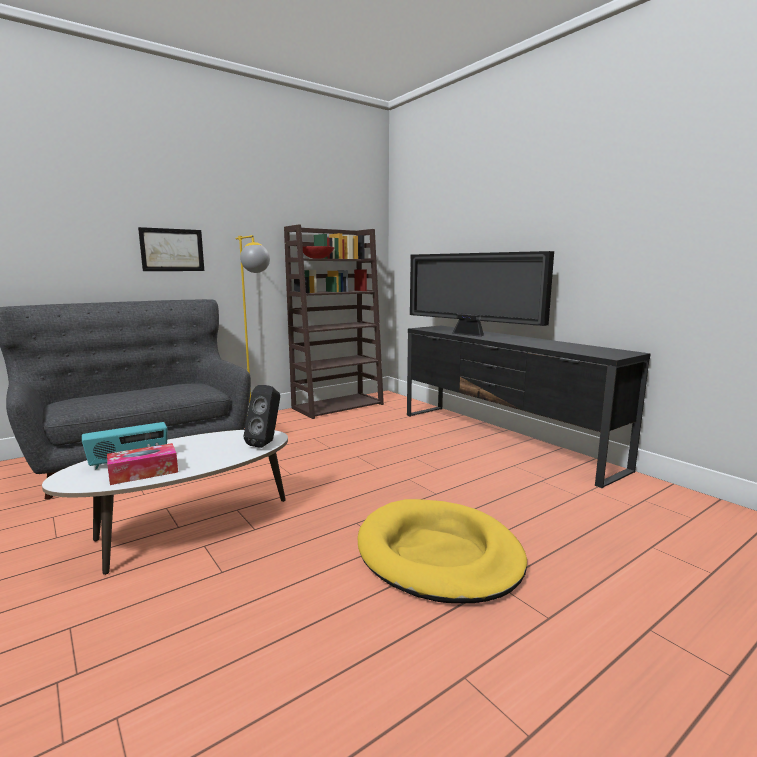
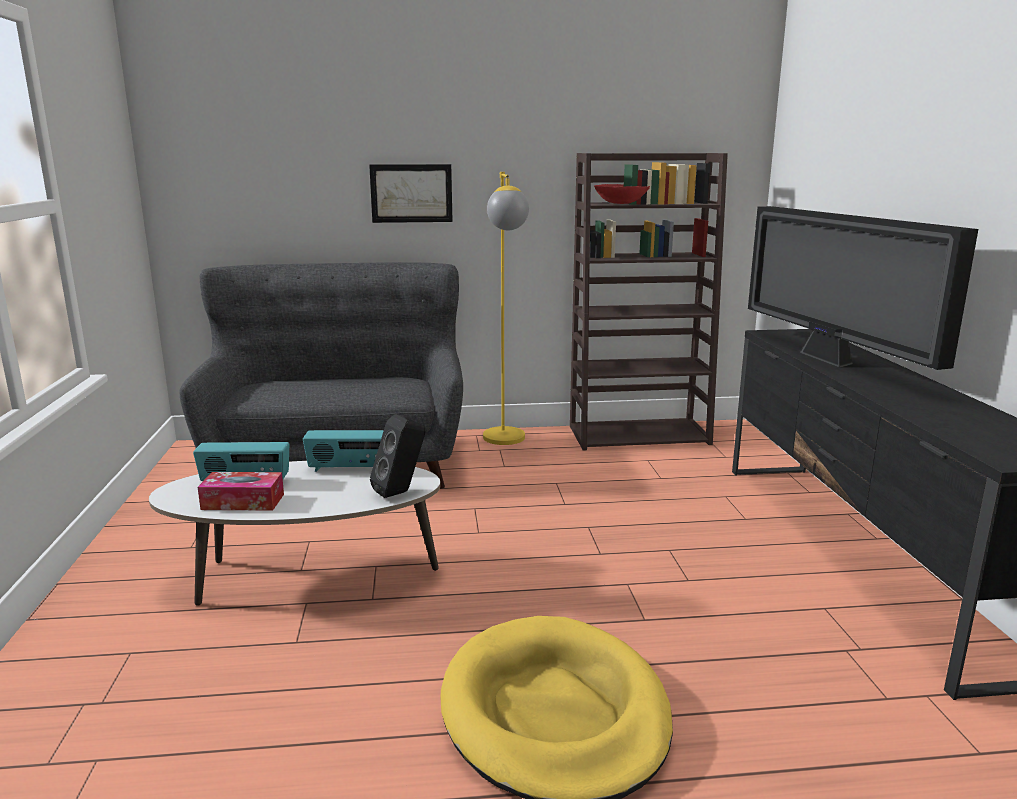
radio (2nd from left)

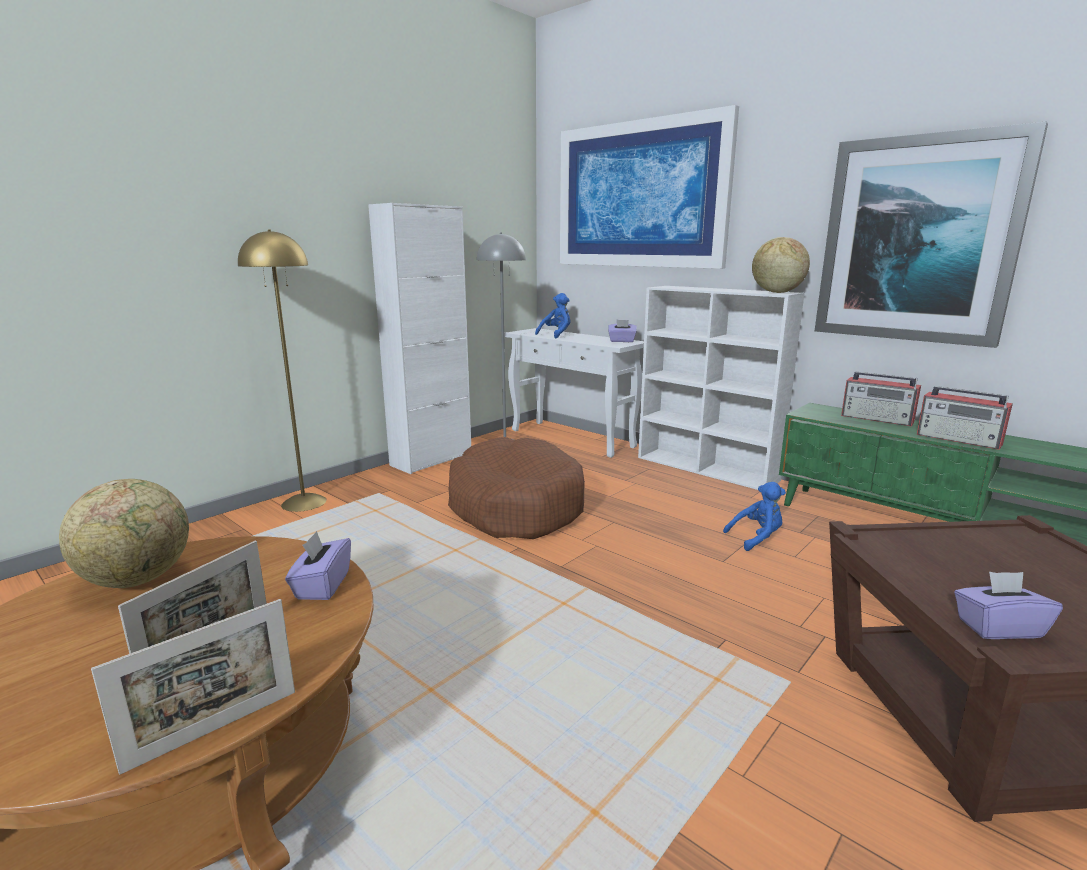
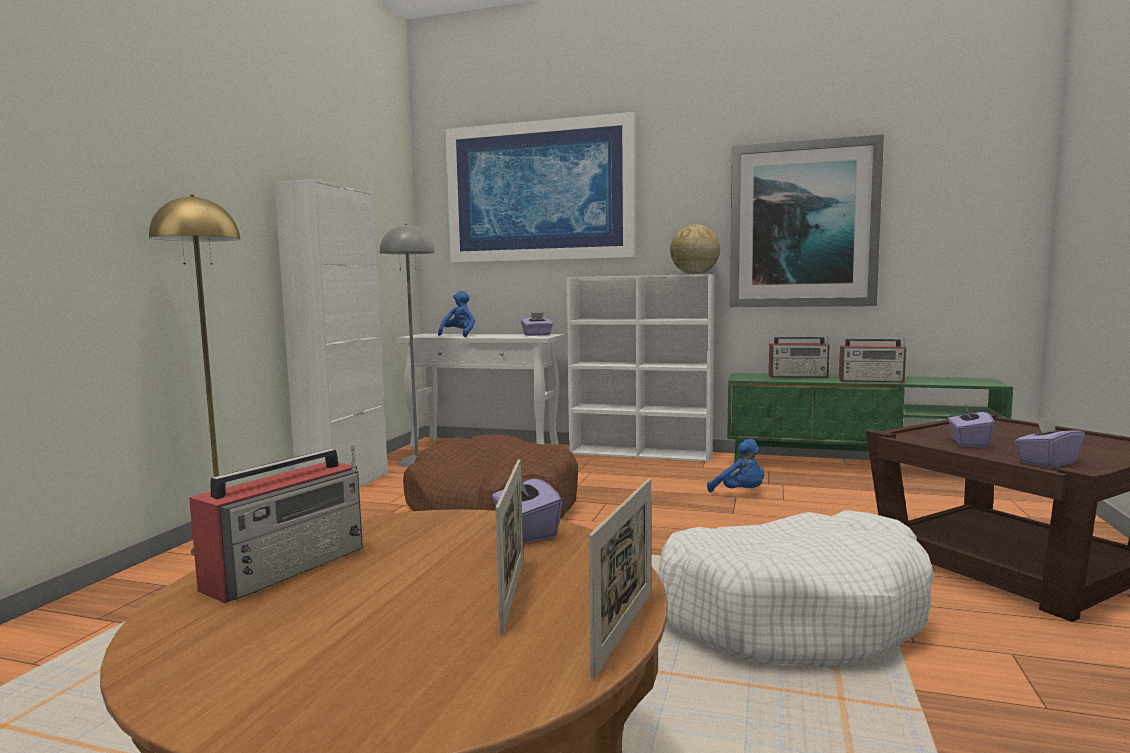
radio (1st from left)
cama para perro [blanco]
peluche [azul] (2nd from left)
caja de pañuelos [morado] (3rd from left)

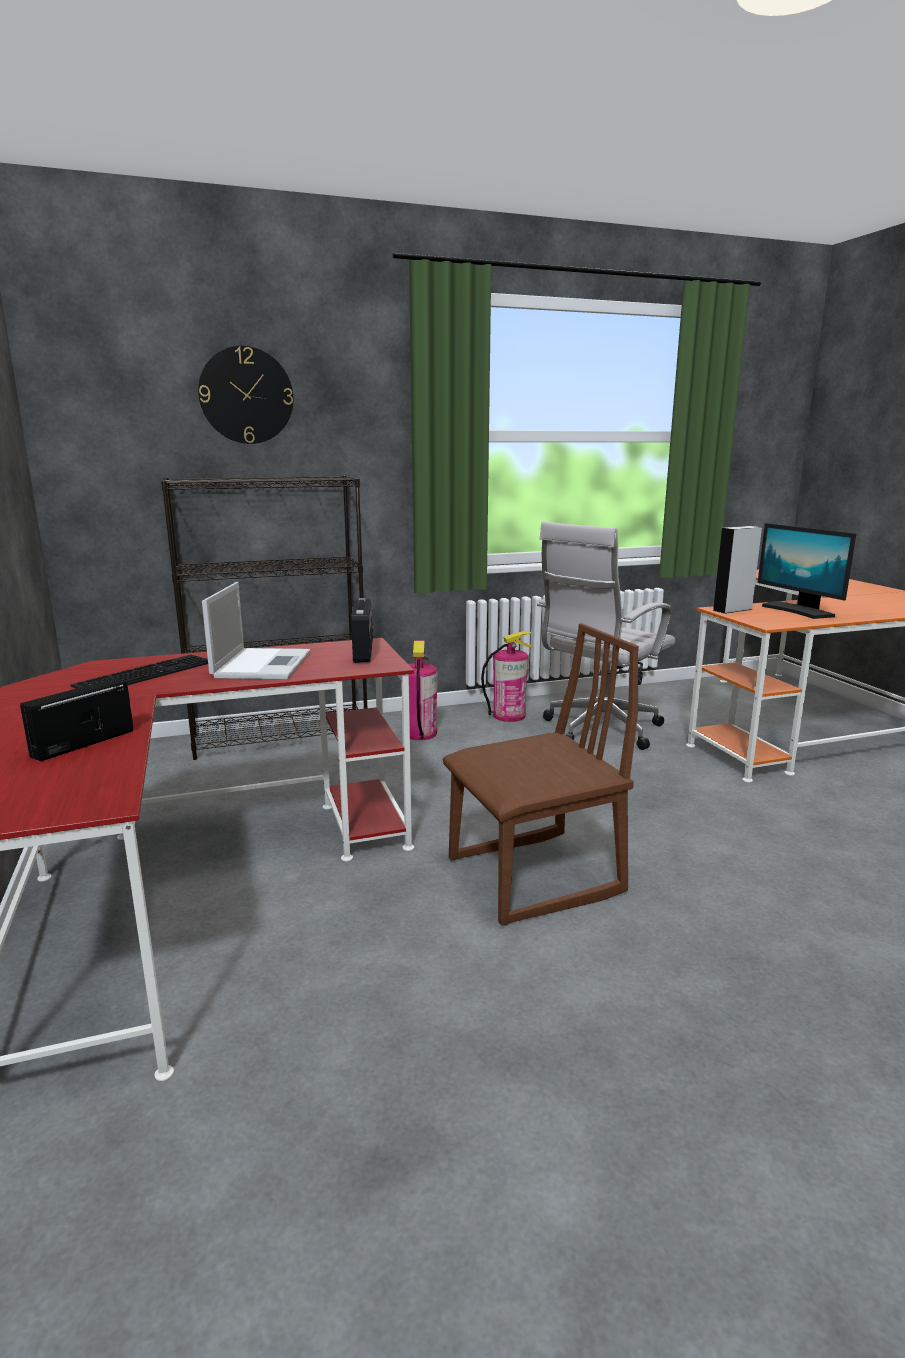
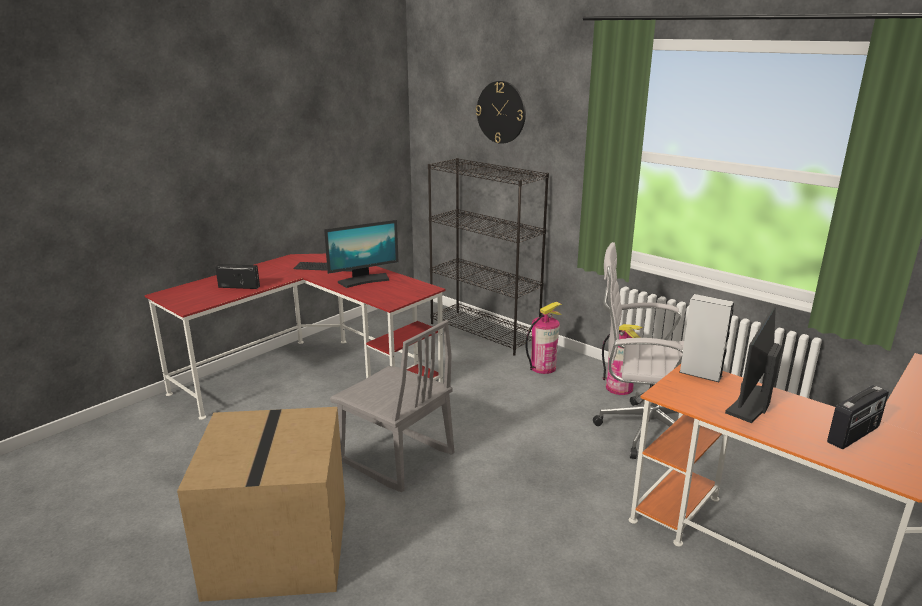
caja de cartón
monitor (1st from left)
silla [gris]
radio (2nd from left)

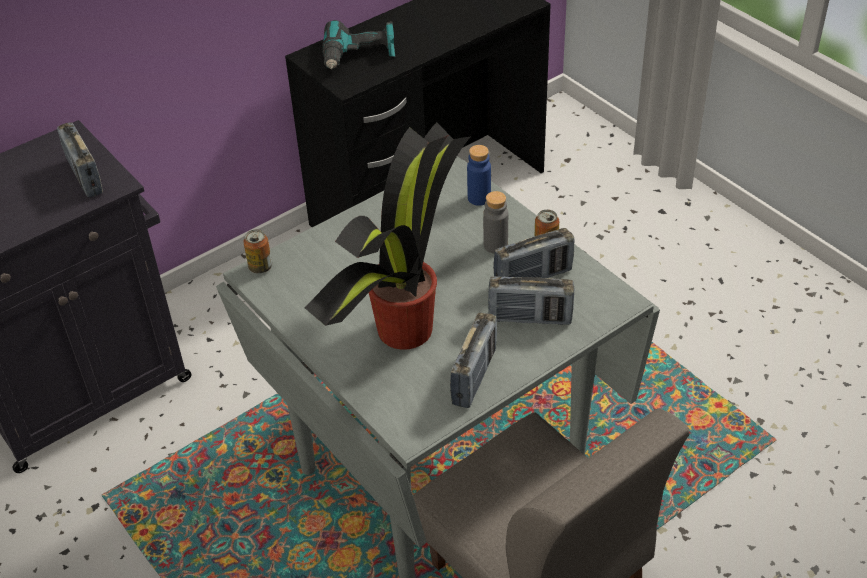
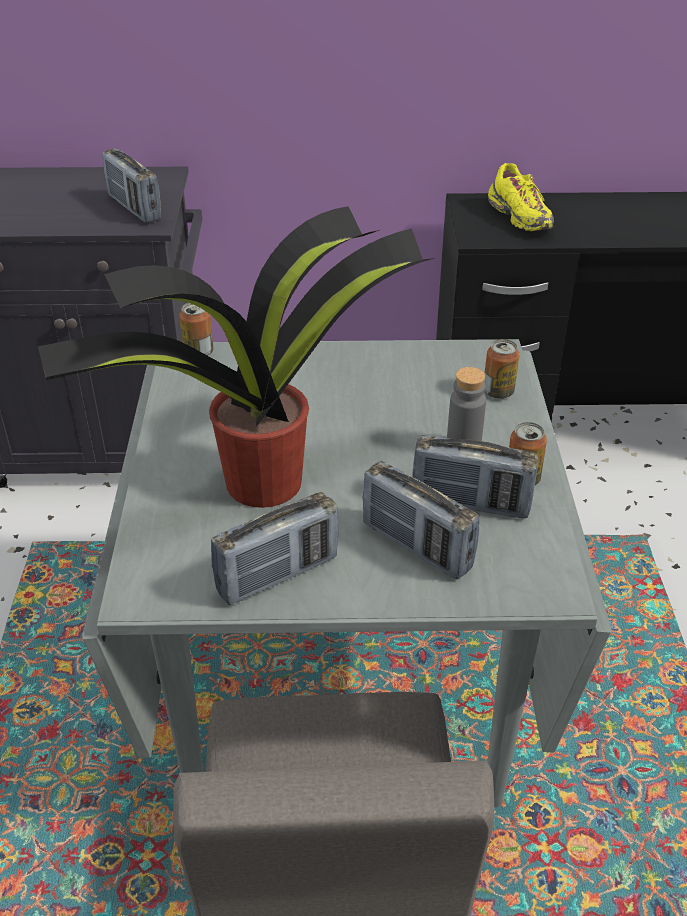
radio (1st from left)
lata (2nd from left)
zapato [amarillo]

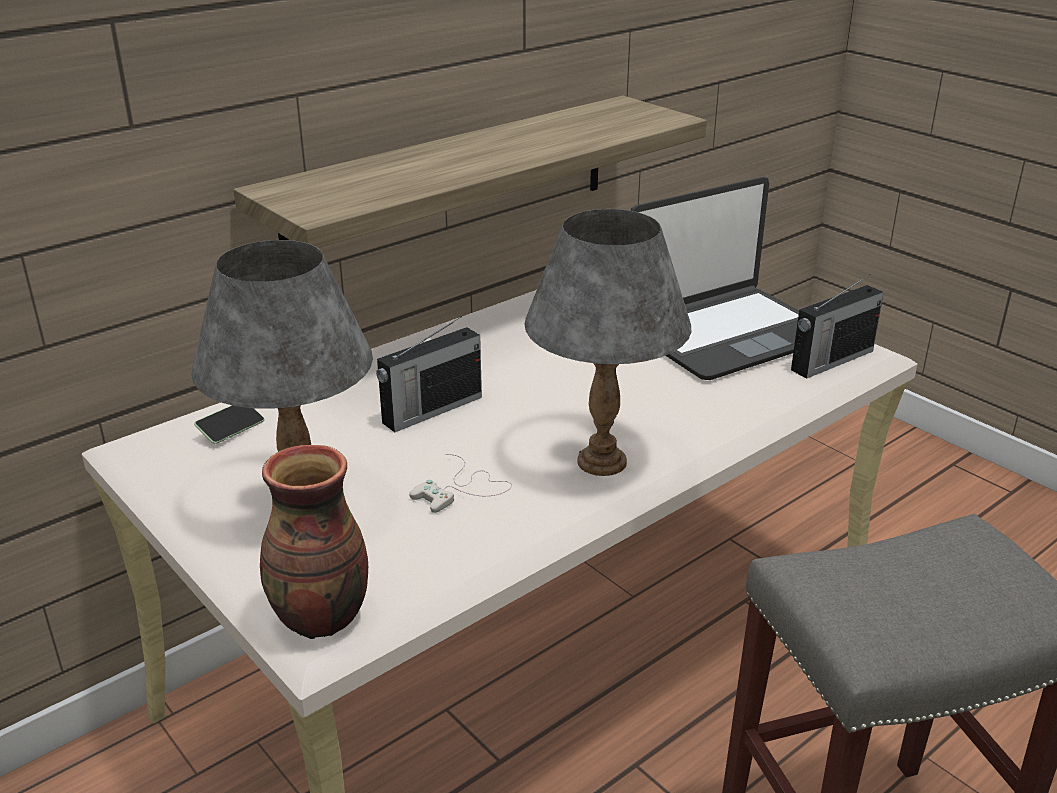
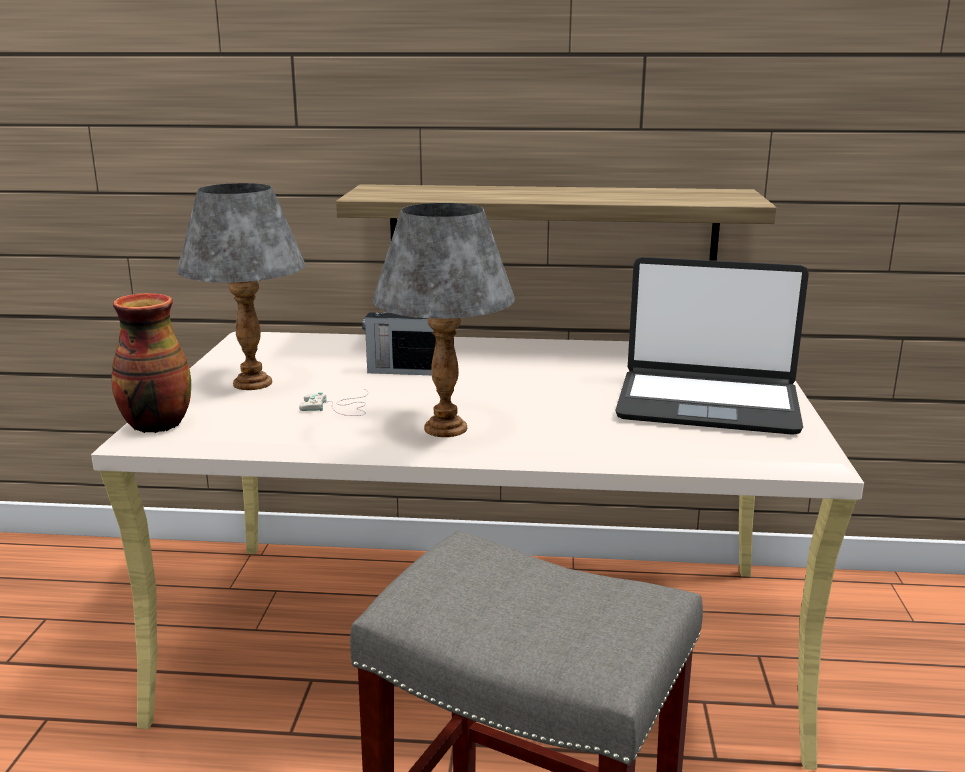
móvil
radio (2nd from left in the first image)

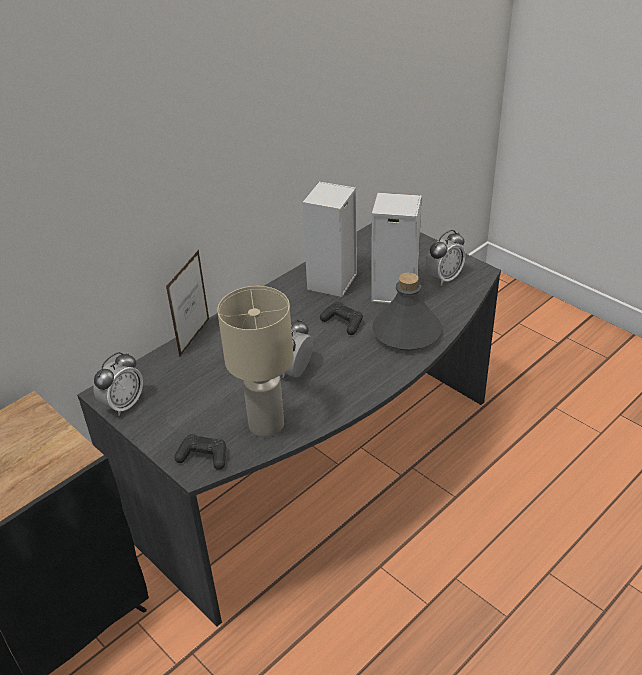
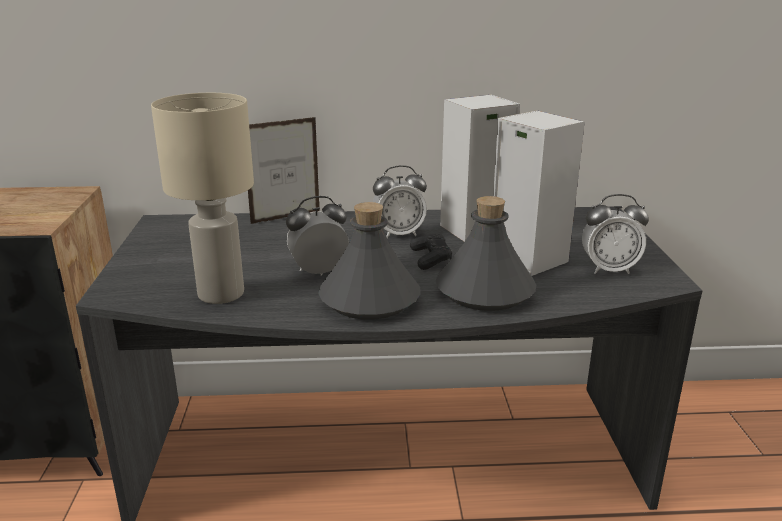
botella [gris] (1st from left)
despertador (2nd from left)
mando de consola [negro] (1st from left in the first image)

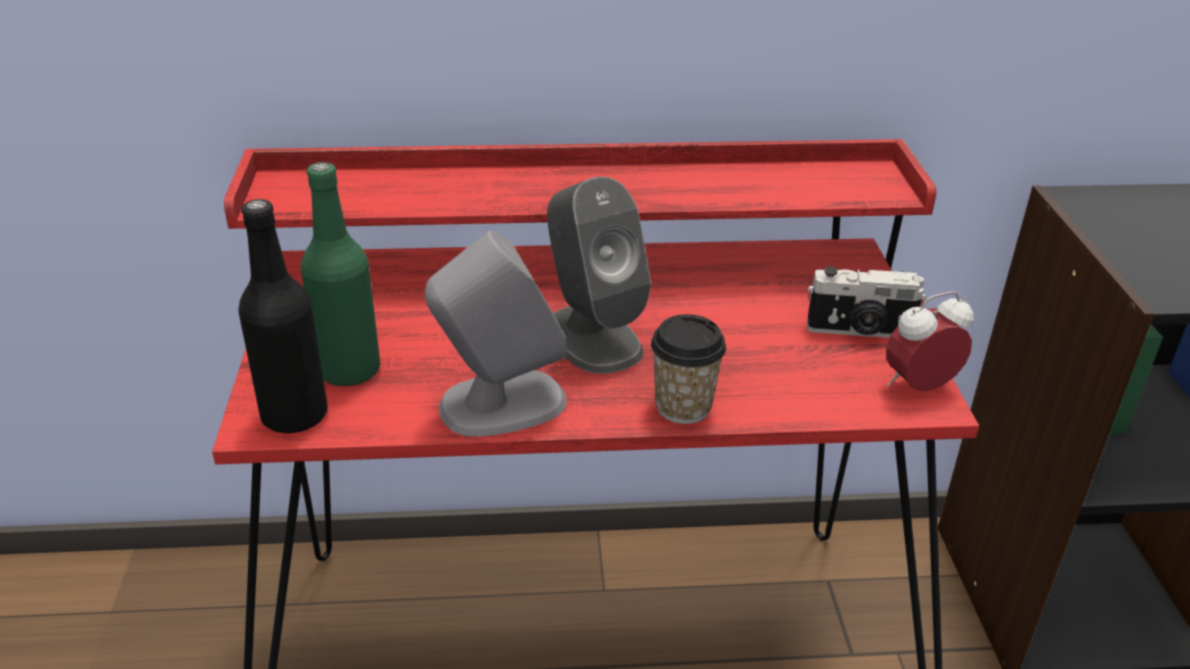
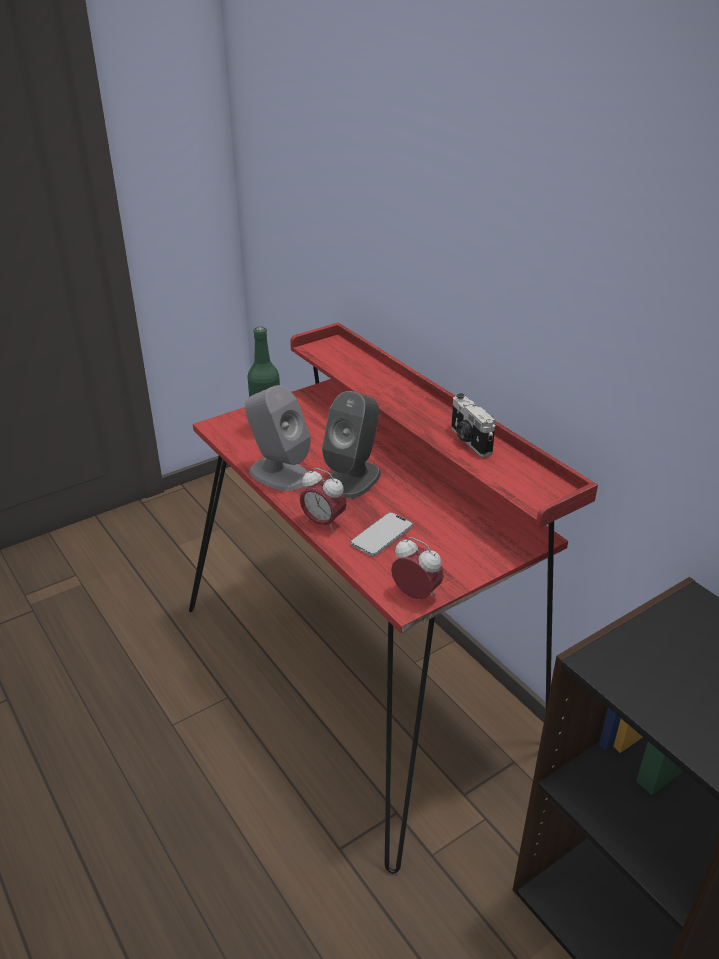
despertador (1st from left)
móvil
cámara
botella [negro]

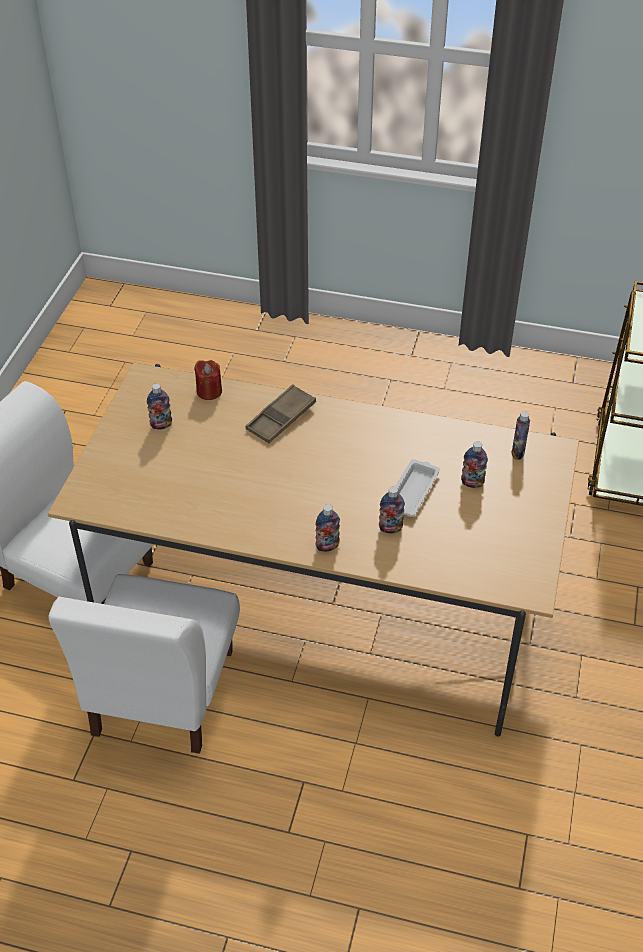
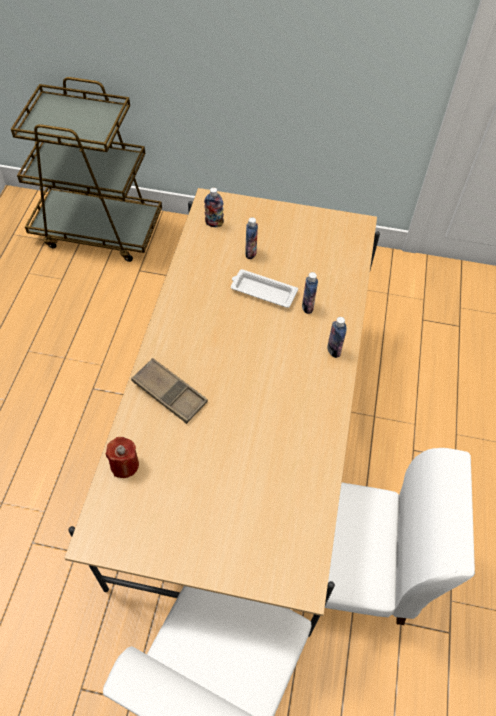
botella (1st from left in the first image)

